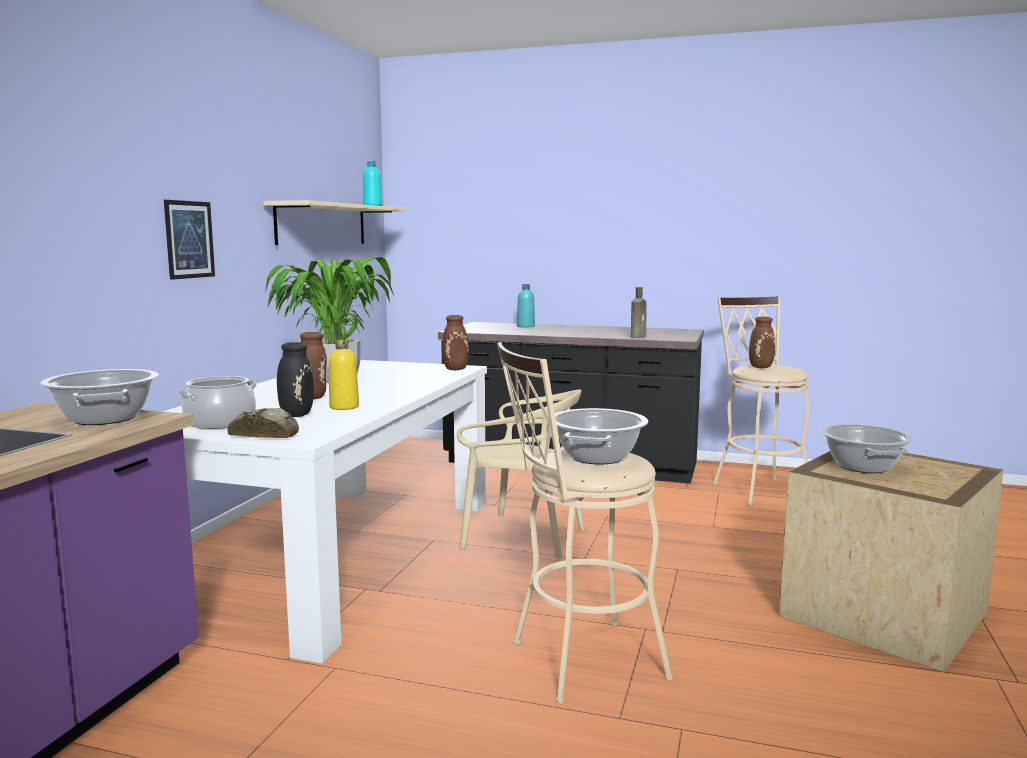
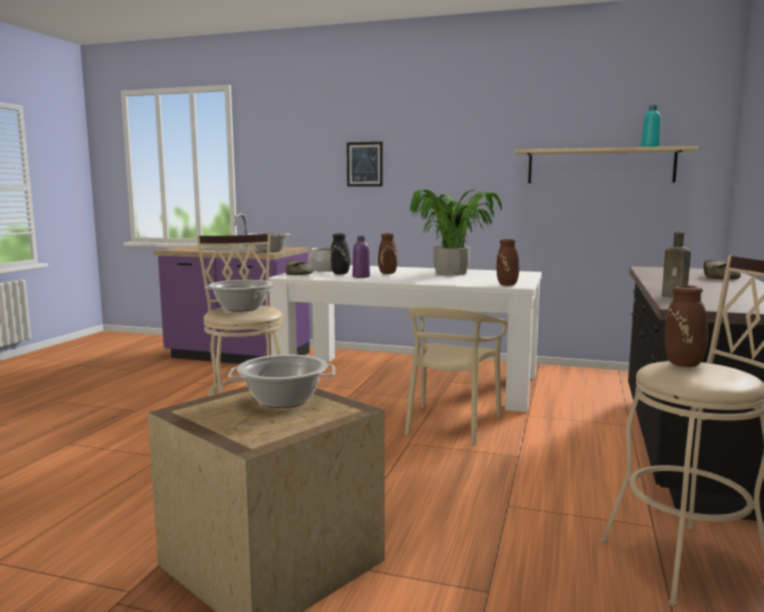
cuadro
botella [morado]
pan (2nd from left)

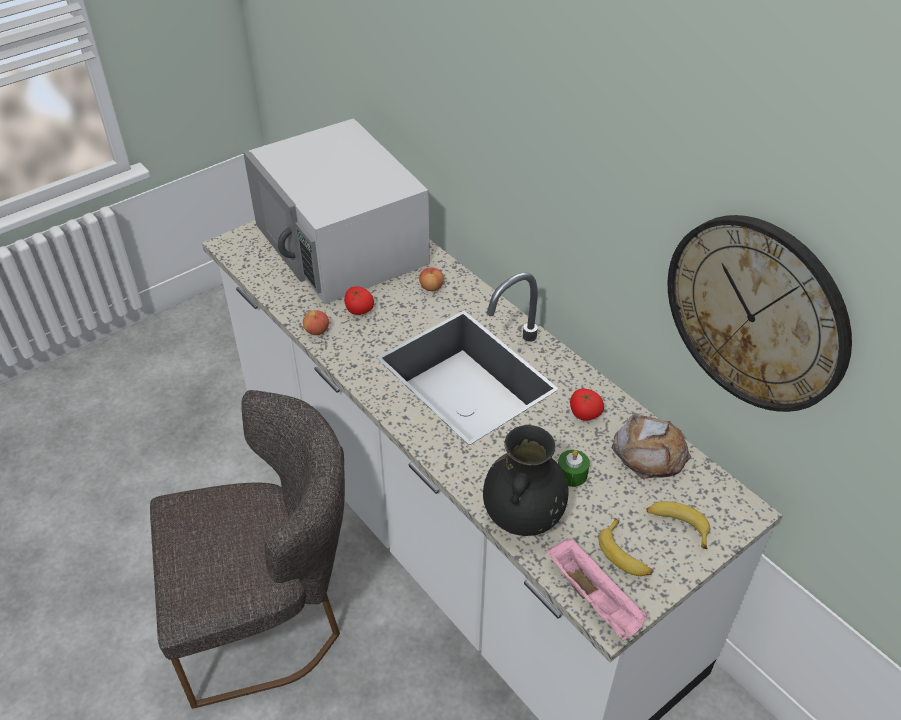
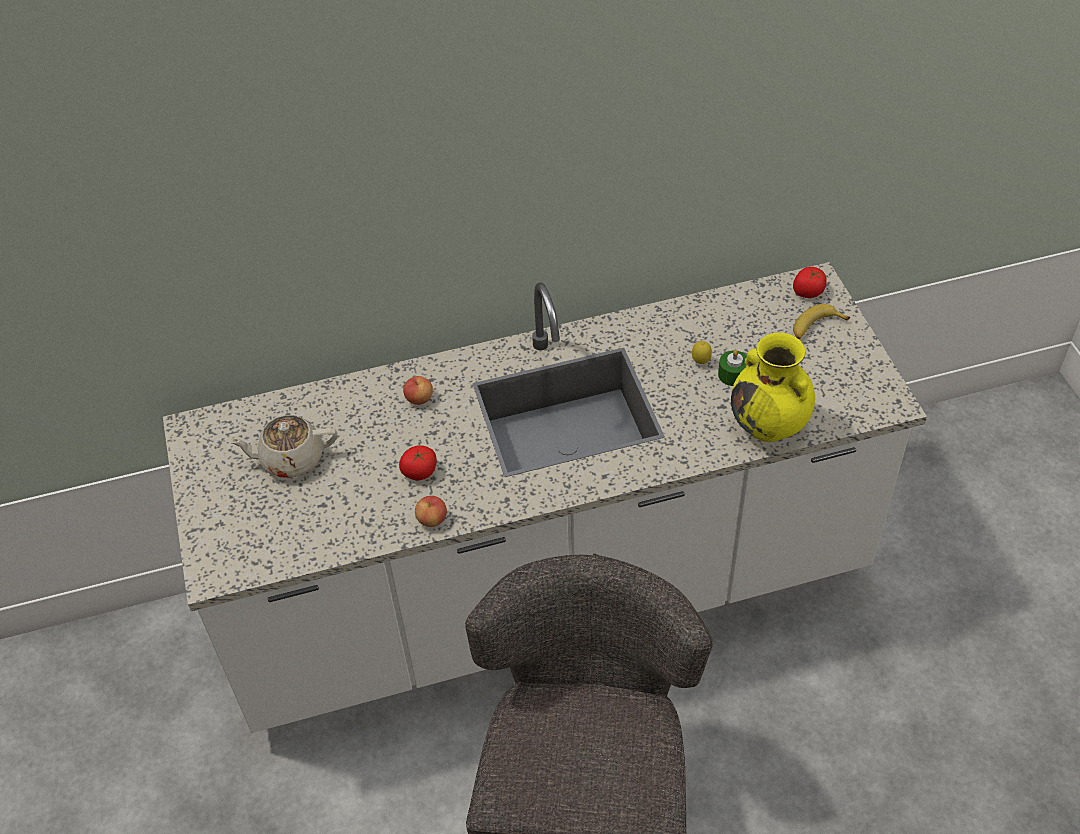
tetera [beis]
limón
florero [amarillo]
tomate (2nd from left)
bandeja [rosa]
plátano (1st from left in the first image)
pan
reloj de pared

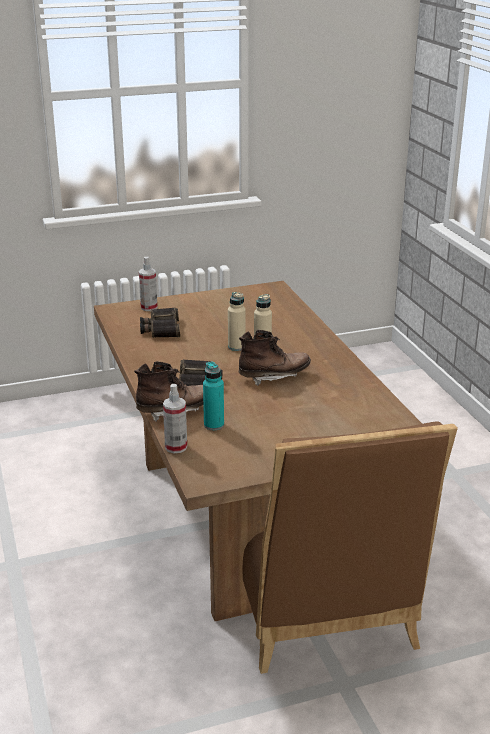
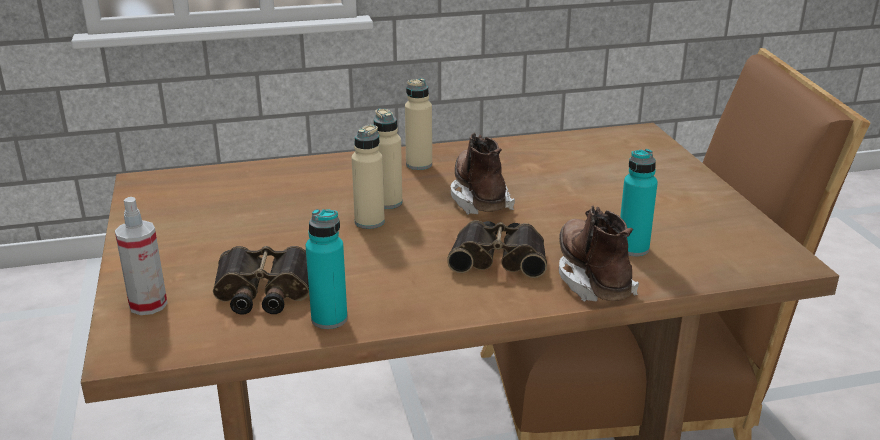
botella [turquesa] (1st from left)
botella [beis] (3rd from left)
pulverizador (2nd from left in the first image)

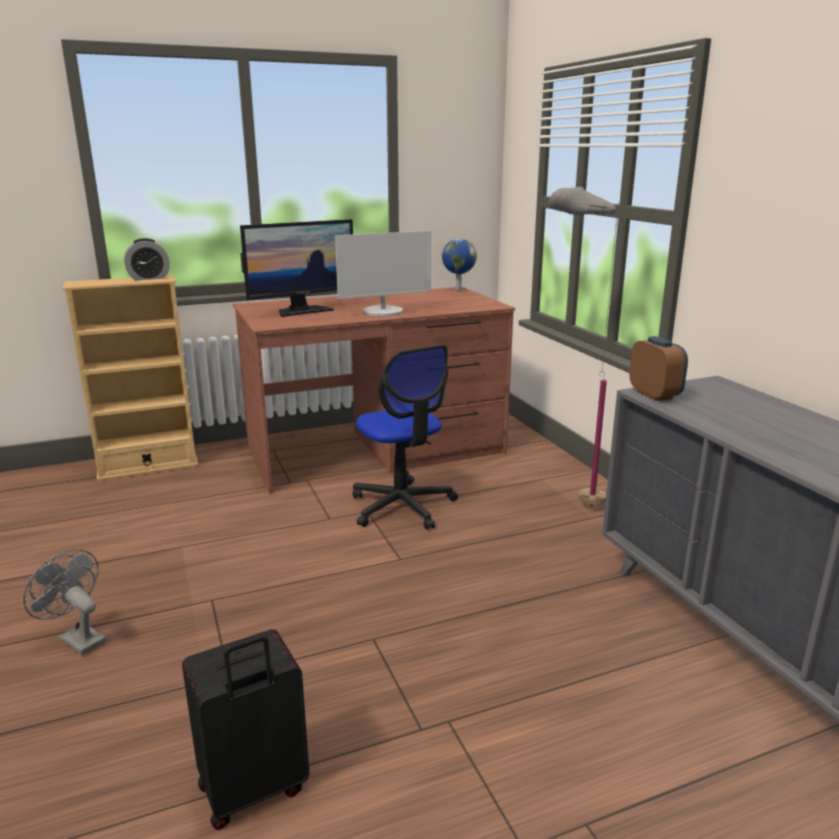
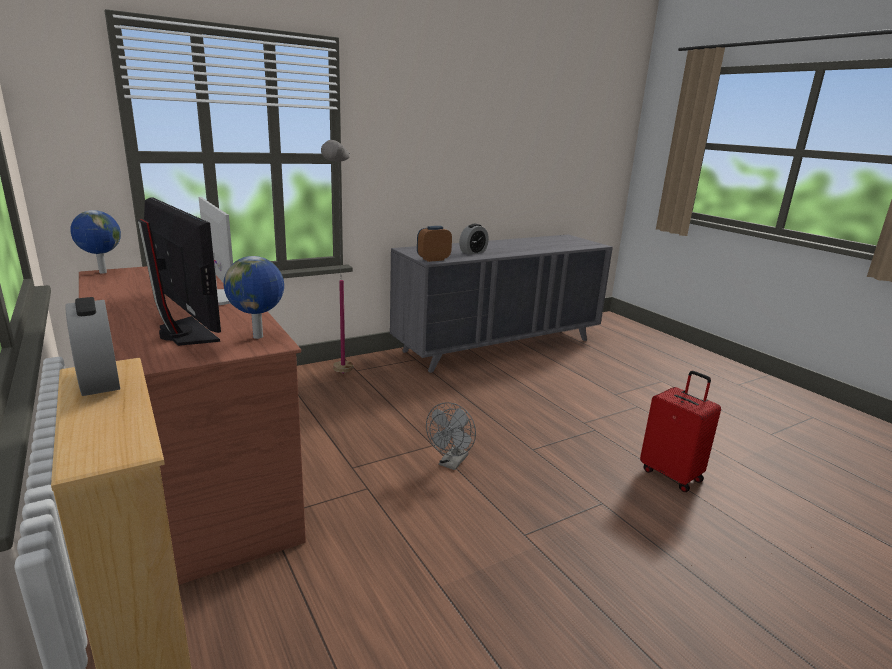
globo terráqueo (2nd from left)
ventilador [gris]
despertador (3rd from left)
maleta [rojo]
silla de oficina

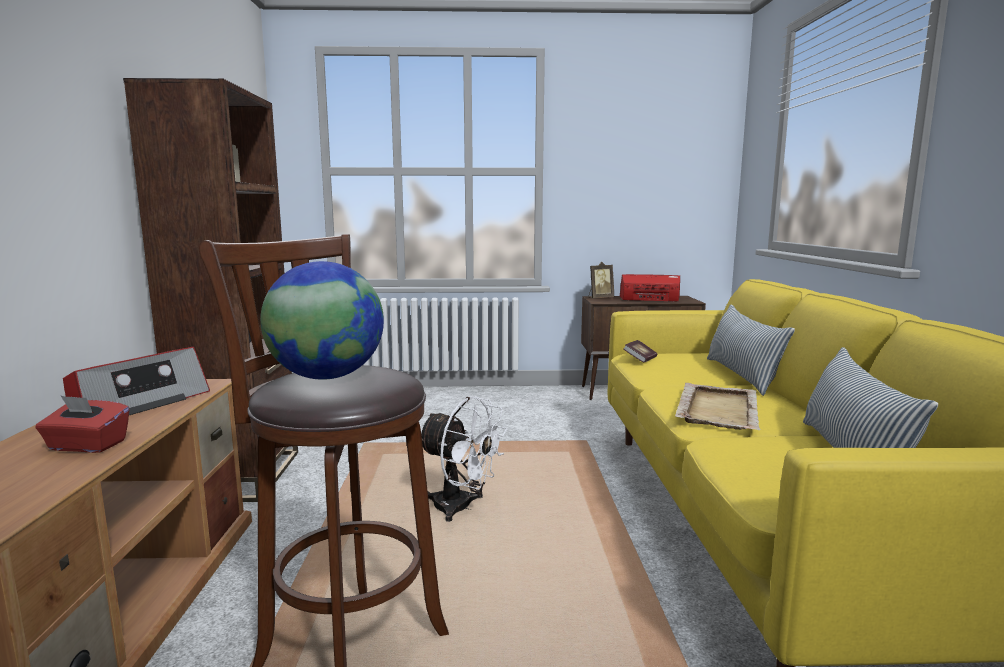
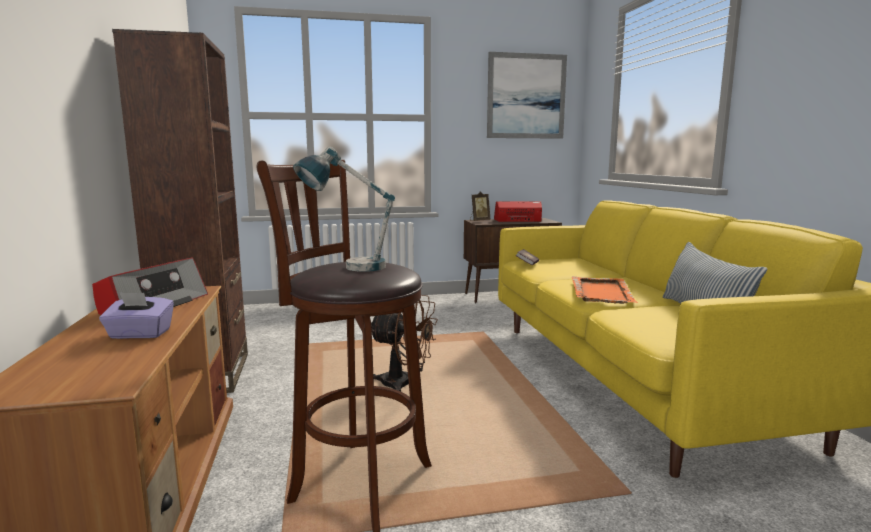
caja de pañuelos [morado]
lámpara de mesa
ventilador [marrón]
cuadro
bandeja [naranja]
cojín (1st from left in the first image)

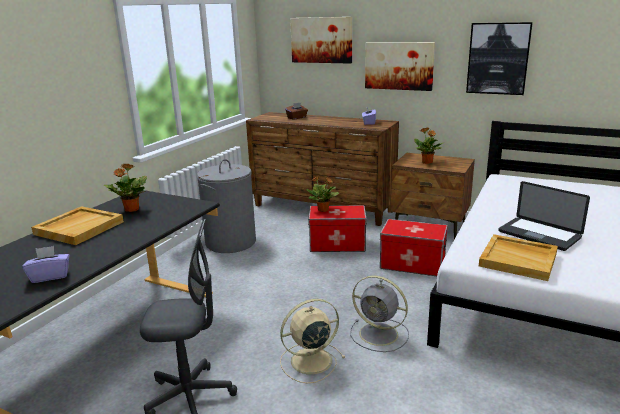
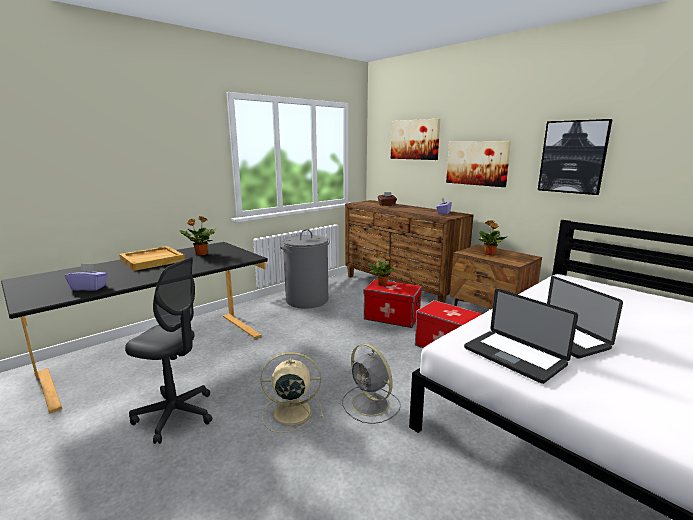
portátil (1st from left)

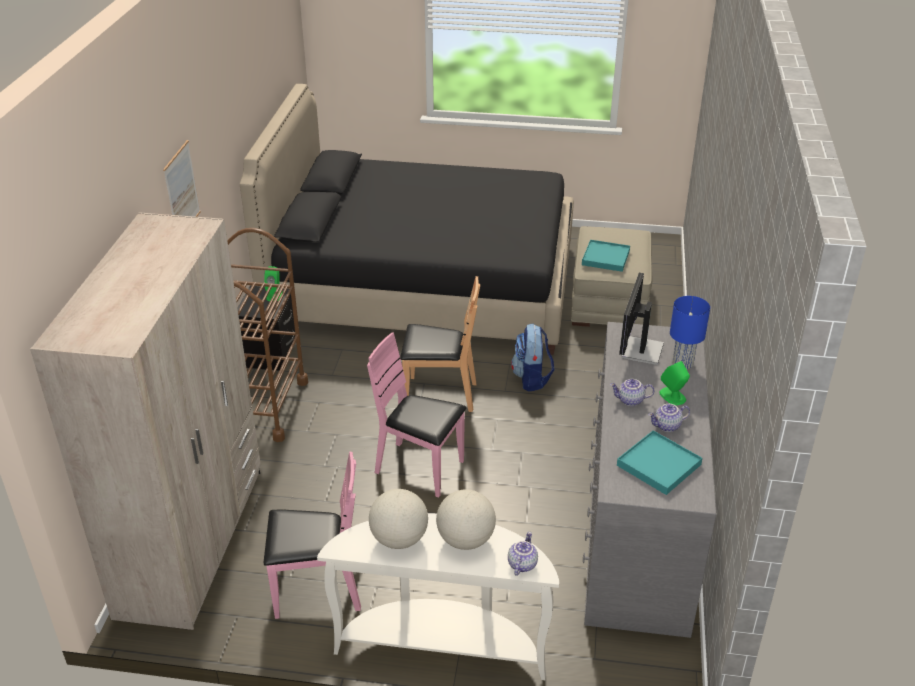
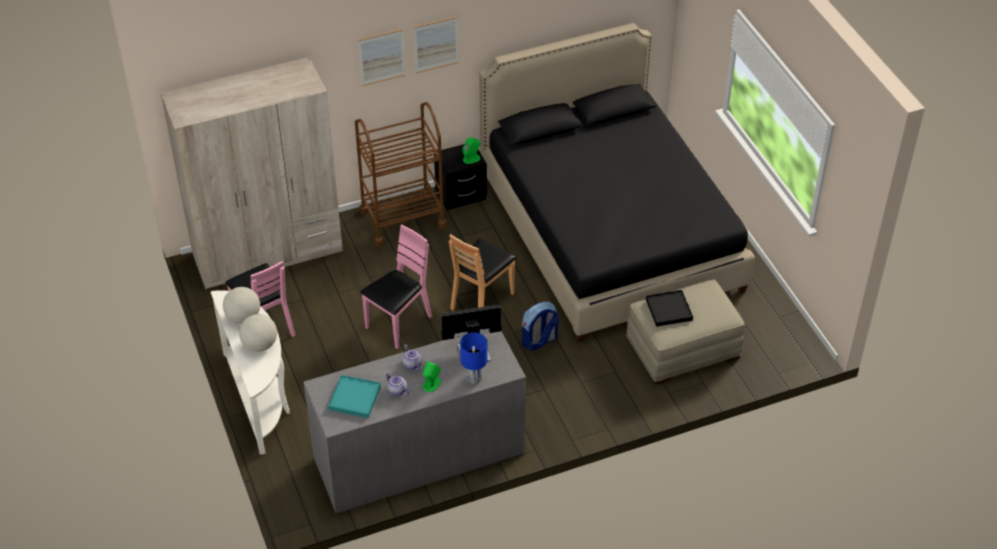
silla [rosa] (2nd from left)
cuadro (2nd from left)
silla [marrón]
bandeja [negro]
tetera (1st from left in the first image)

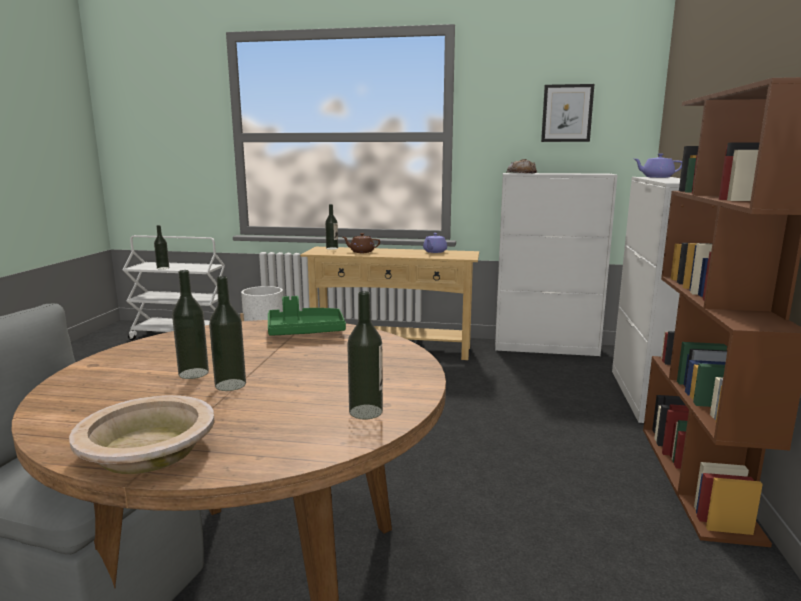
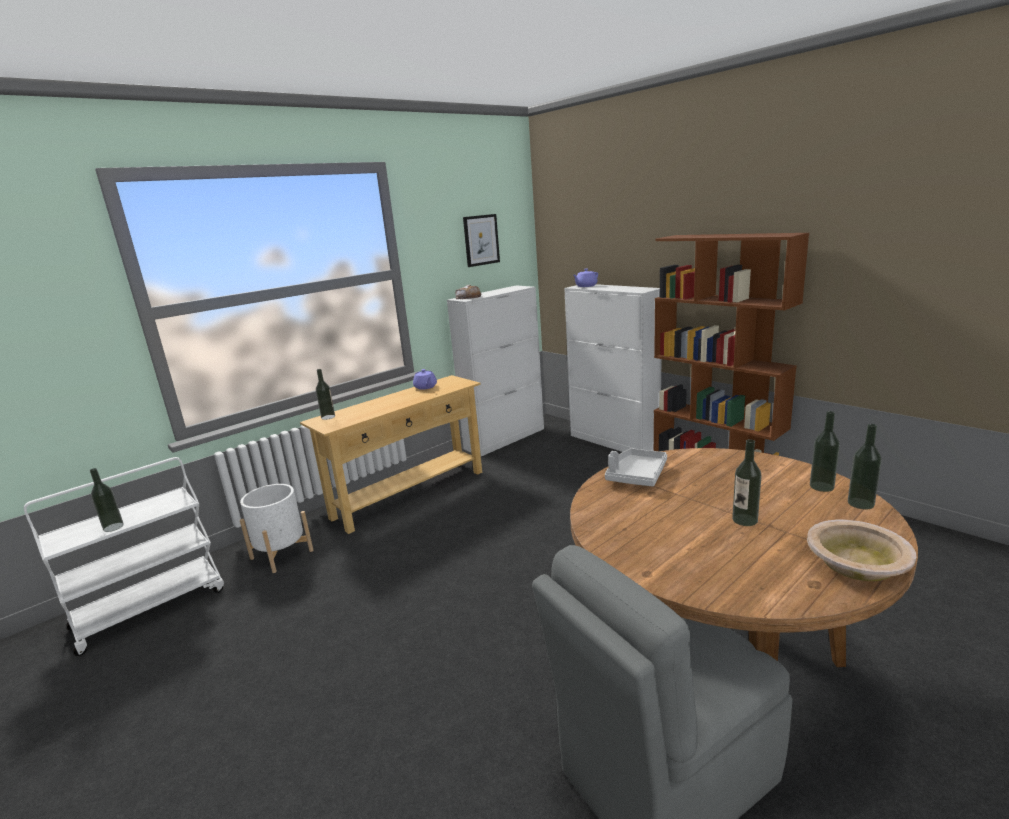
bandeja [gris]
botella (5th from left)
tetera [marrón]

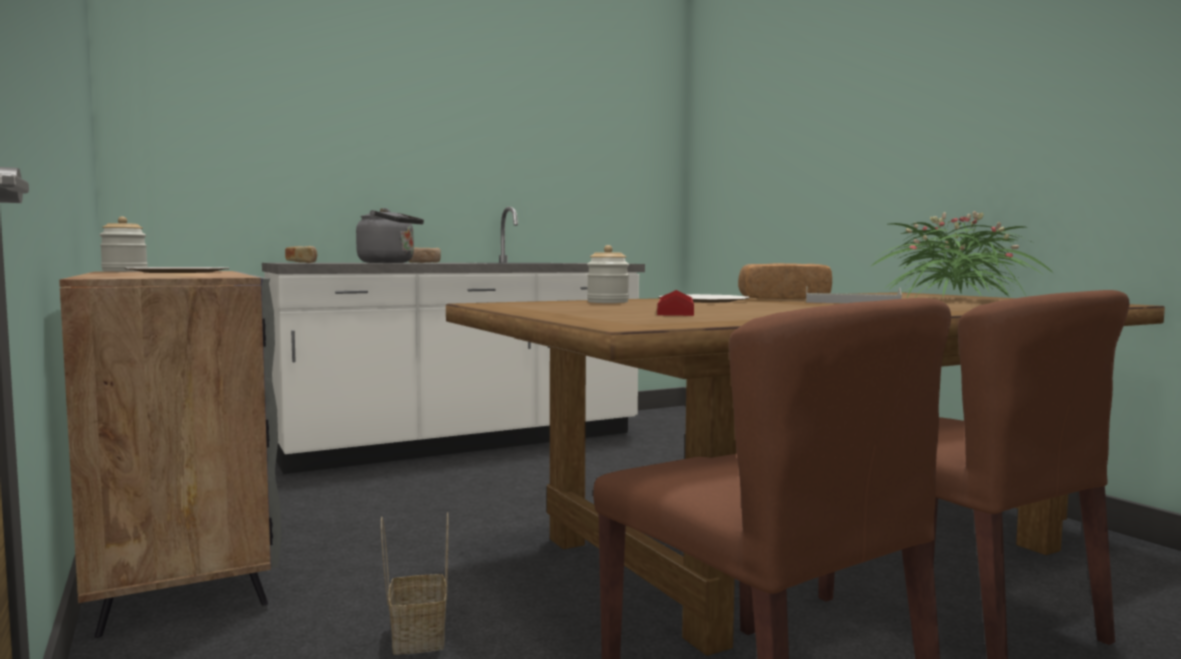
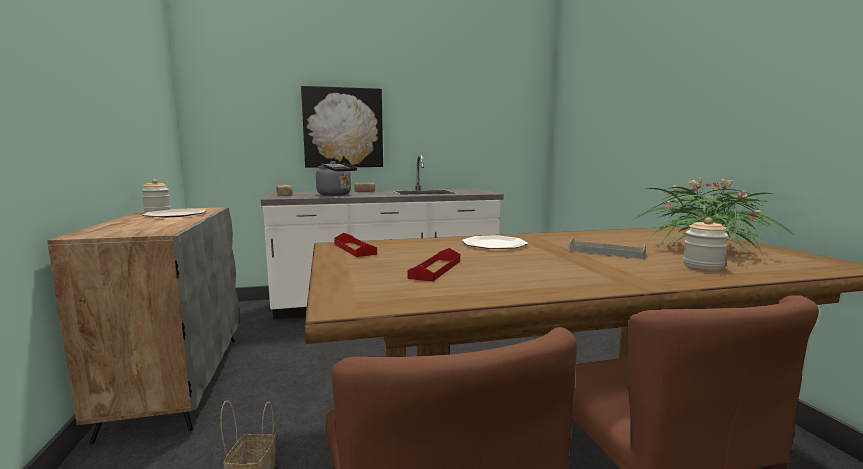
cuadro
bandeja [rojo] (1st from left)
tarro (2nd from left)
pan (3rd from left in the first image)

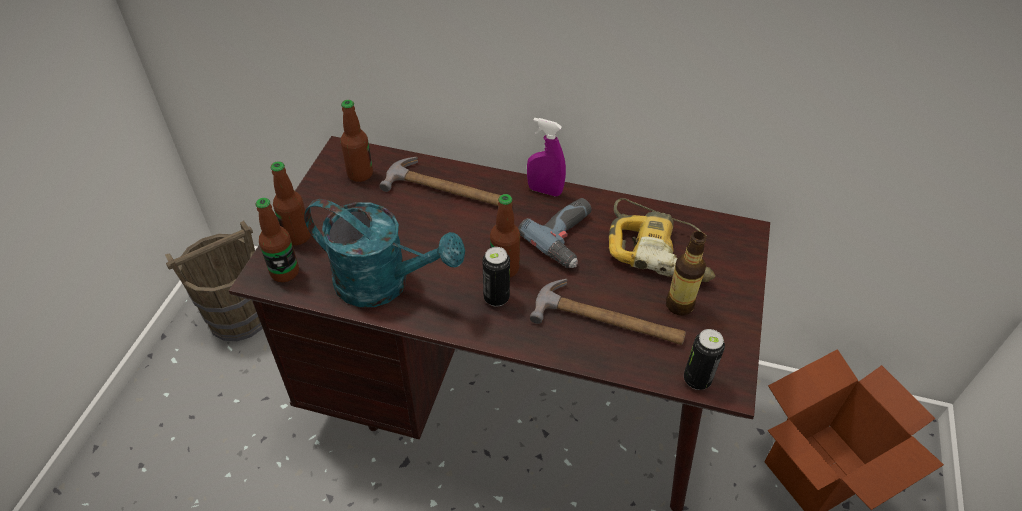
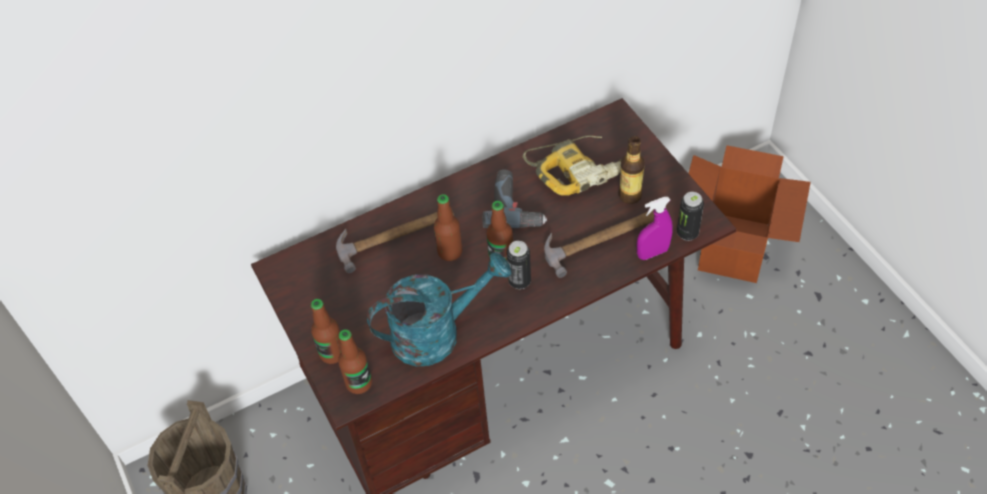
botella (3rd from left)
pulverizador [morado]

